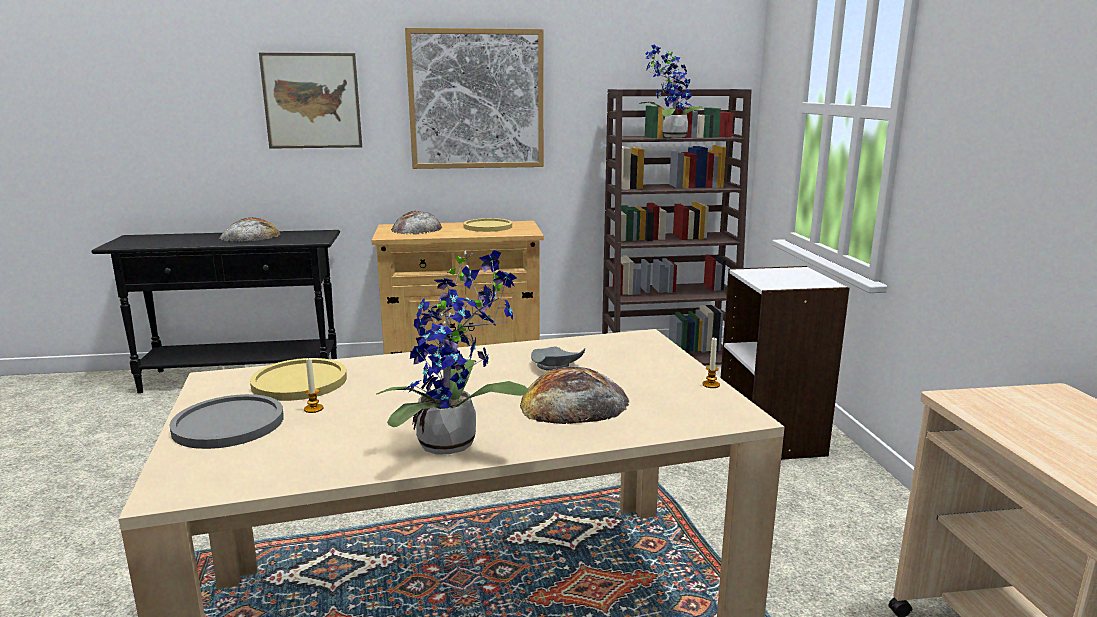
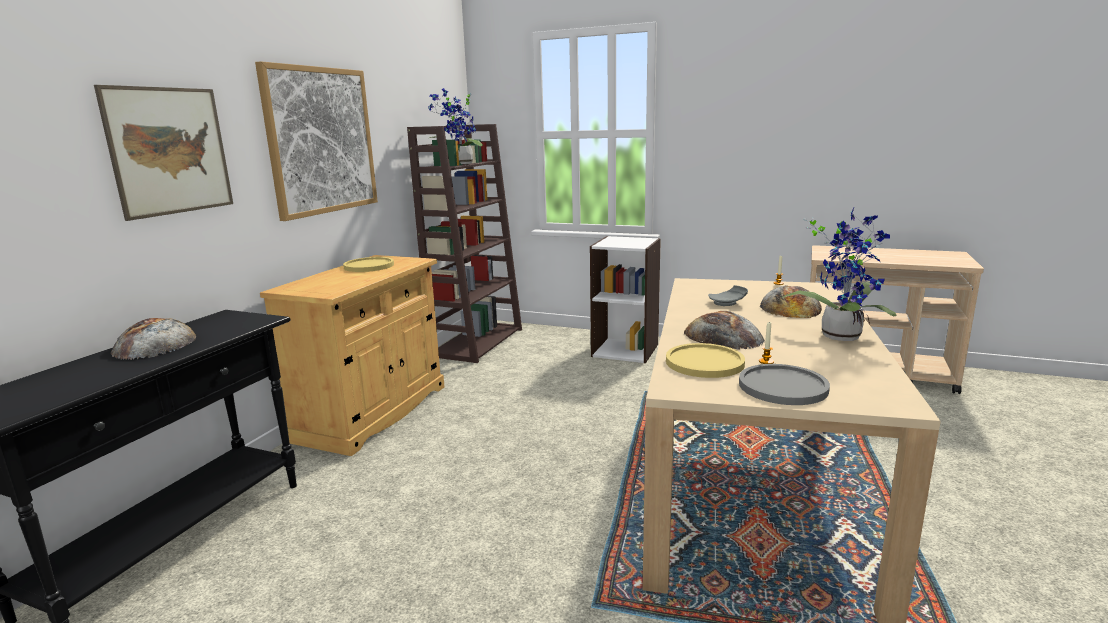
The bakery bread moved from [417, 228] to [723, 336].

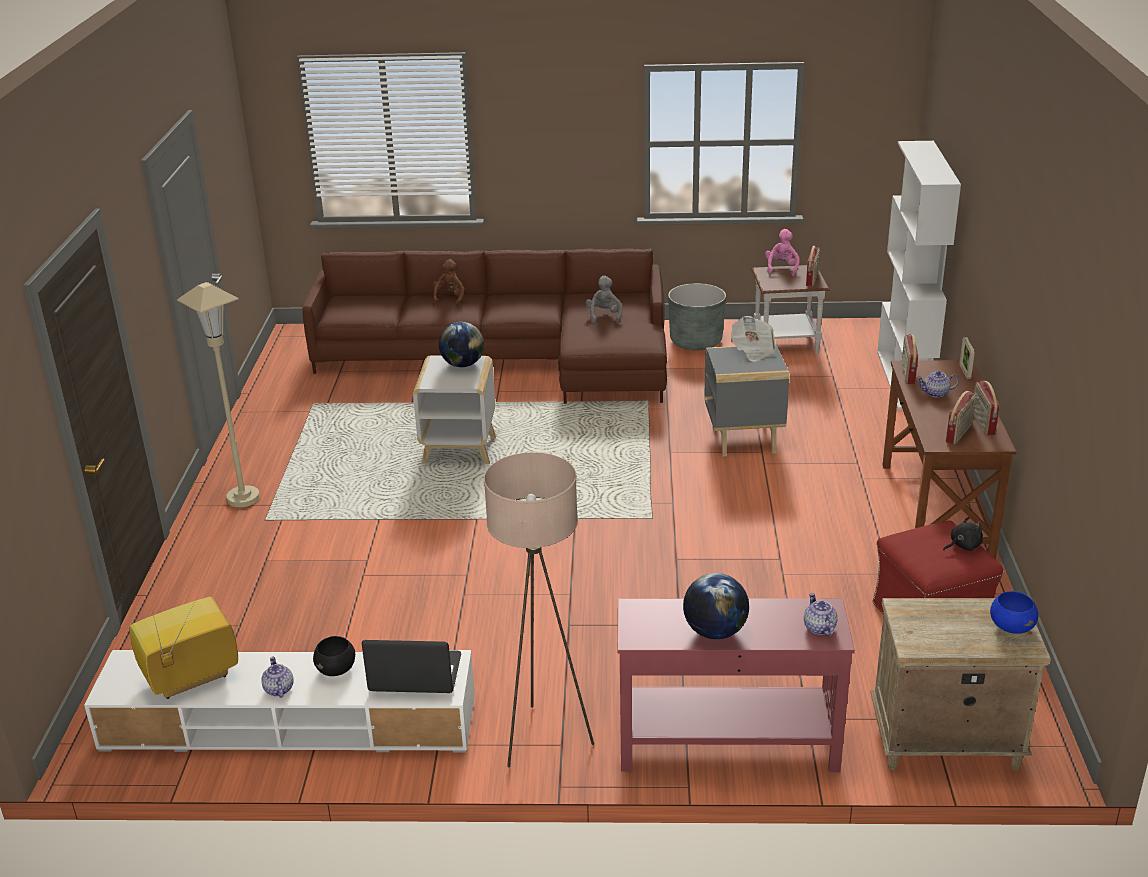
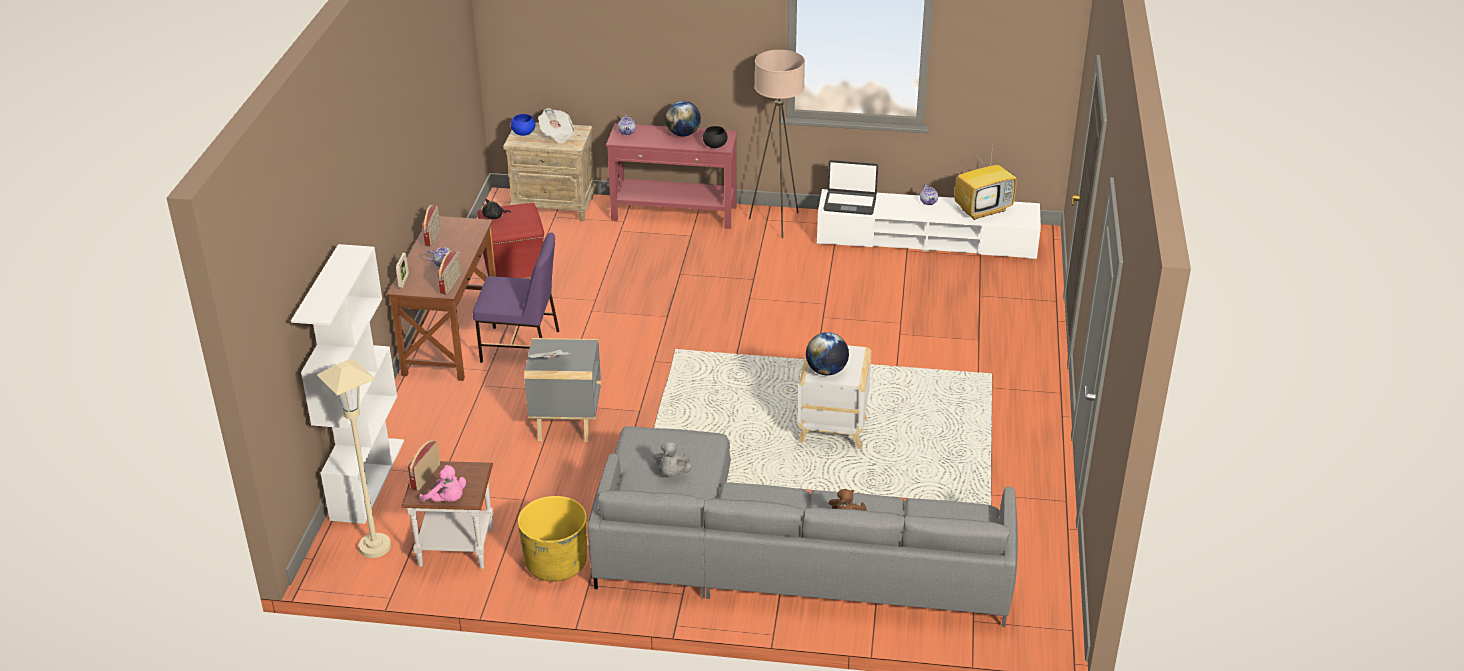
The plush toy in pinkish at [781, 268] turned 75 degrees counterclockwise.
The settee in brown at [508, 358] became the settee in greyish at [780, 557].
The standard lamp in sand-coloured moved from [243, 498] to [375, 547].
The planter in greyish at [696, 341] became the planter in yellow at [556, 564].
The radio at [959, 433] disappeared.
The serving bowl in blackish moved from [336, 669] to [714, 146].
The daily paper at [557, 135] appeared.
The upright chair in purple-coloured at [521, 347] appeared.

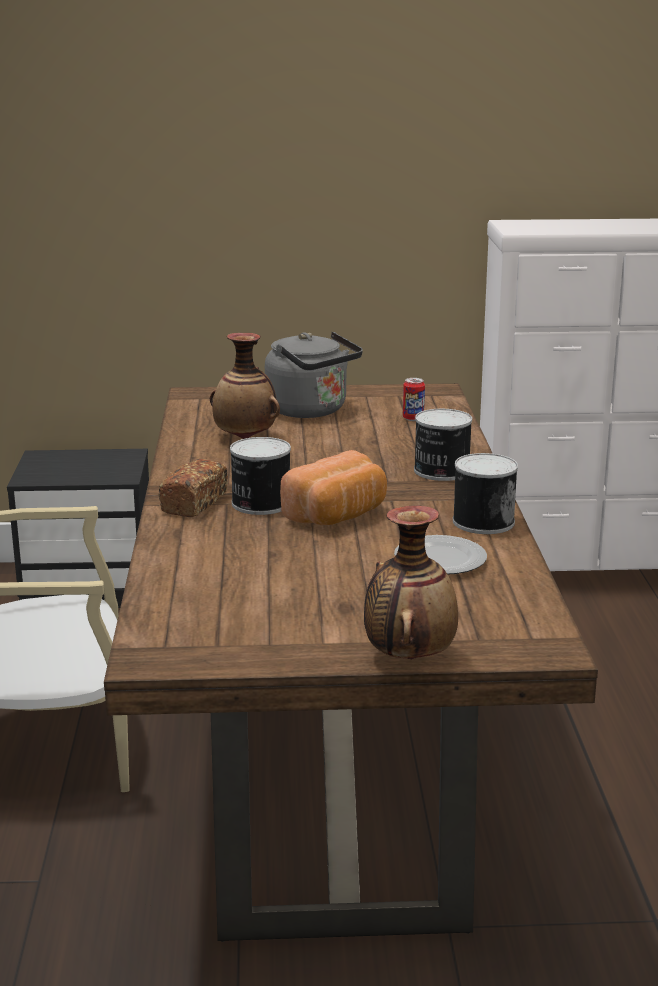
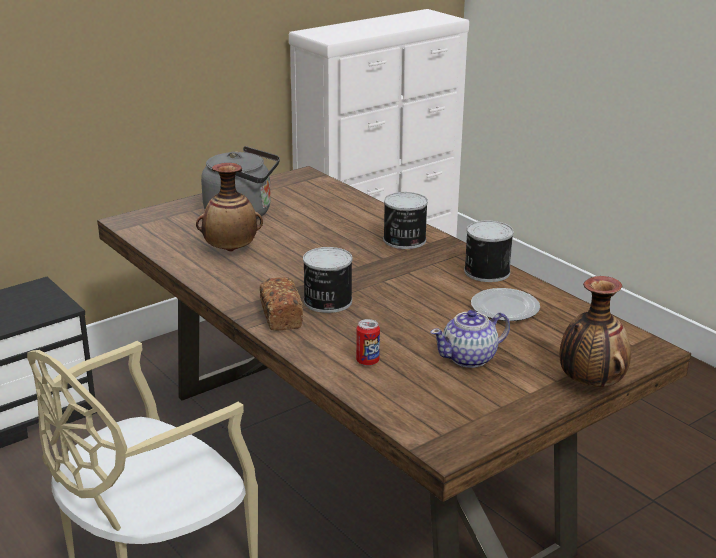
The sealed can moved from [413, 418] to [367, 361].
The bakery bread at [339, 516] disappeared.
The tea pot at [470, 358] appeared.

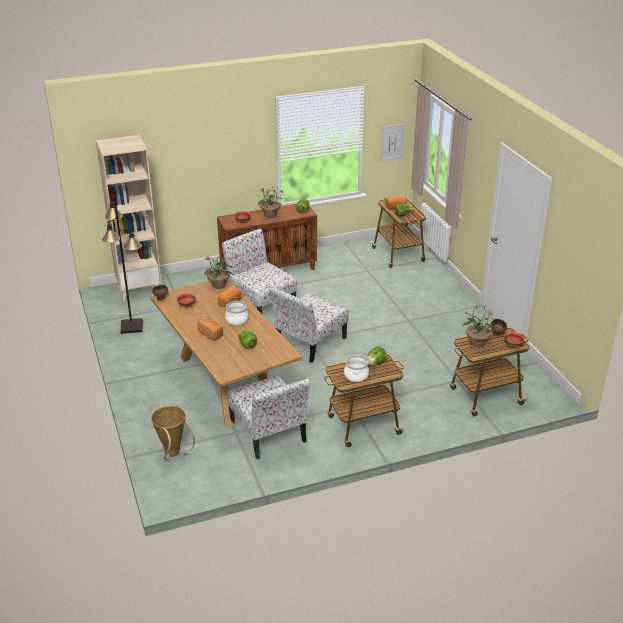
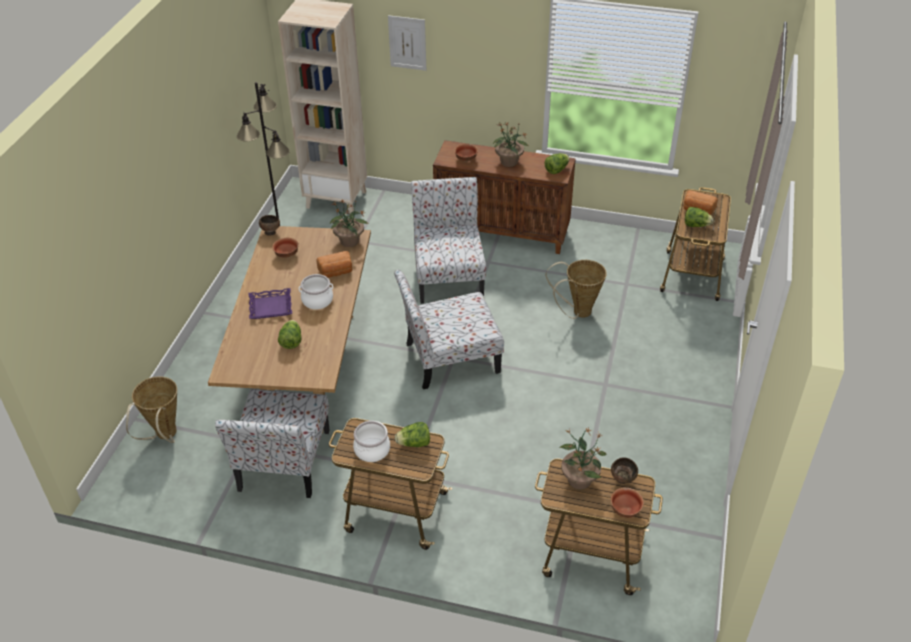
The picture moved from [392, 142] to [407, 43].
The bakery bread at [211, 334] was replaced by the carrying tray in purple-coloured at [270, 307].
The household basket at [577, 312] appeared.

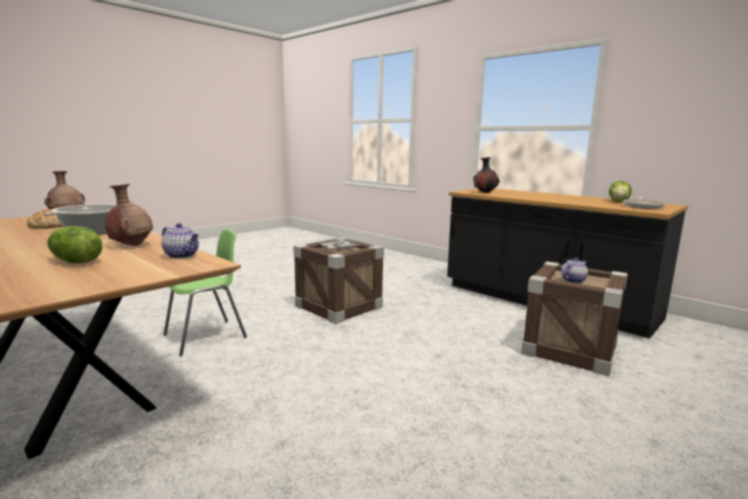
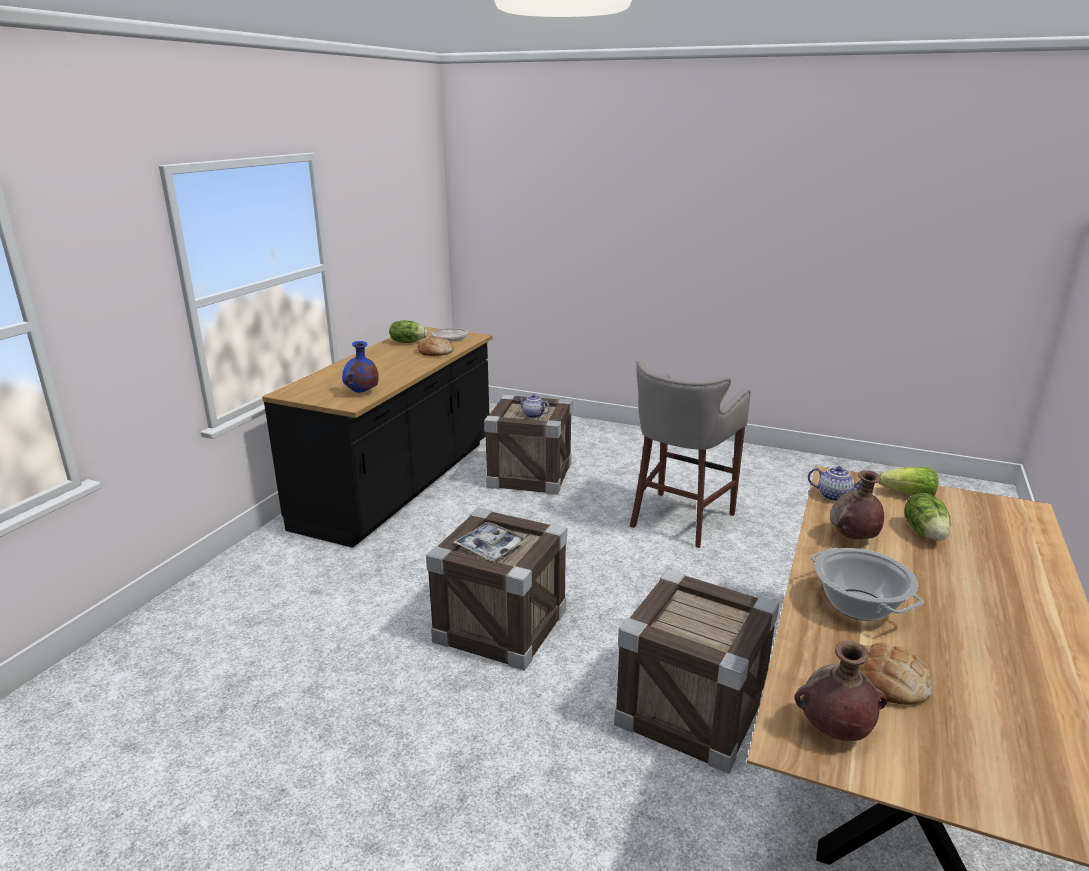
The decorative vase in blackish at [484, 193] became the decorative vase in blue at [361, 392].
The tea pot at [182, 255] turned 105 degrees clockwise.
The upright chair in green-coloured at [206, 336] was replaced by the shipping crate at [691, 710].
The bakery bread at [435, 351] appeared.
The stool seat in greyish at [679, 520] appeared.
The head of lettuce at [909, 495] appeared.

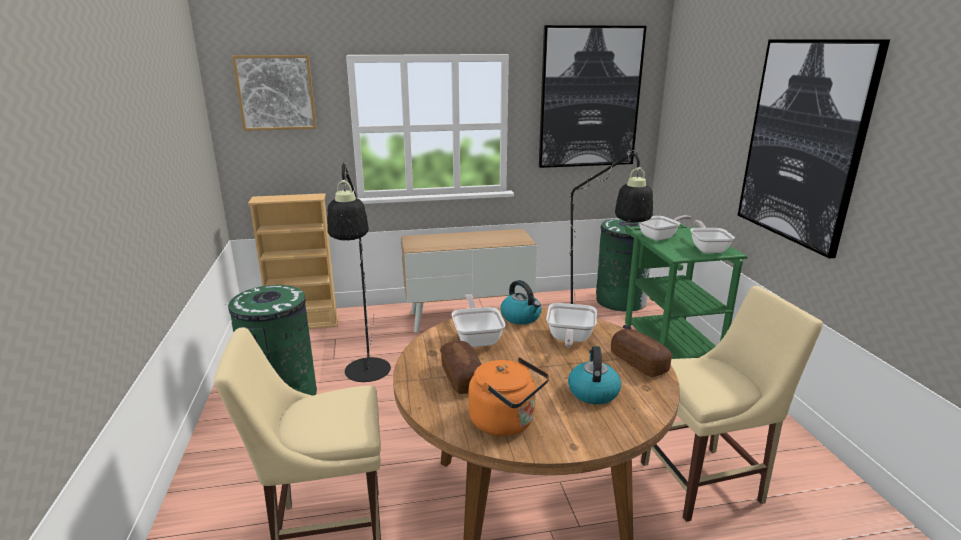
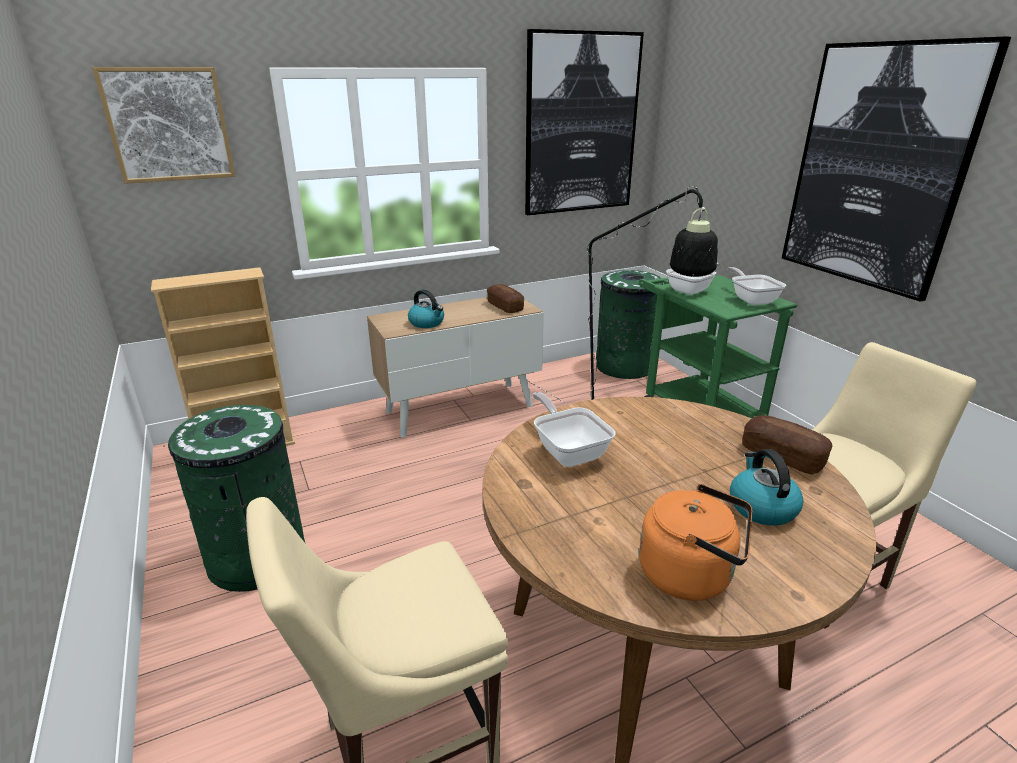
The standard lamp in blackish at [367, 376] disappeared.
The kettle moved from [521, 317] to [427, 323].
The frying pan at [569, 339] disappeared.
The bakery bread moved from [461, 377] to [505, 307].

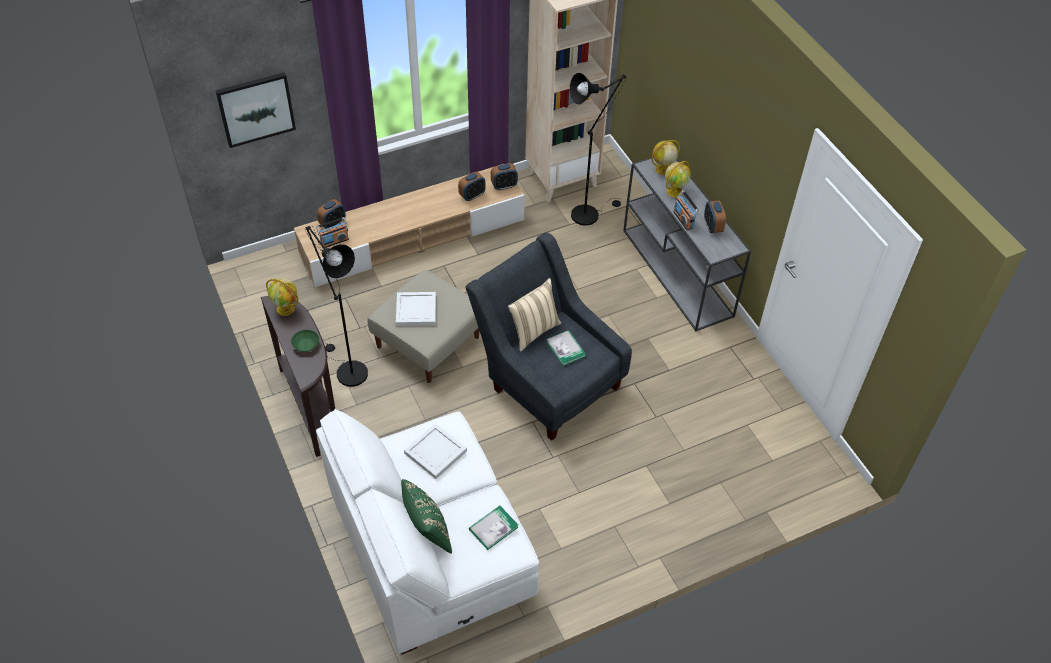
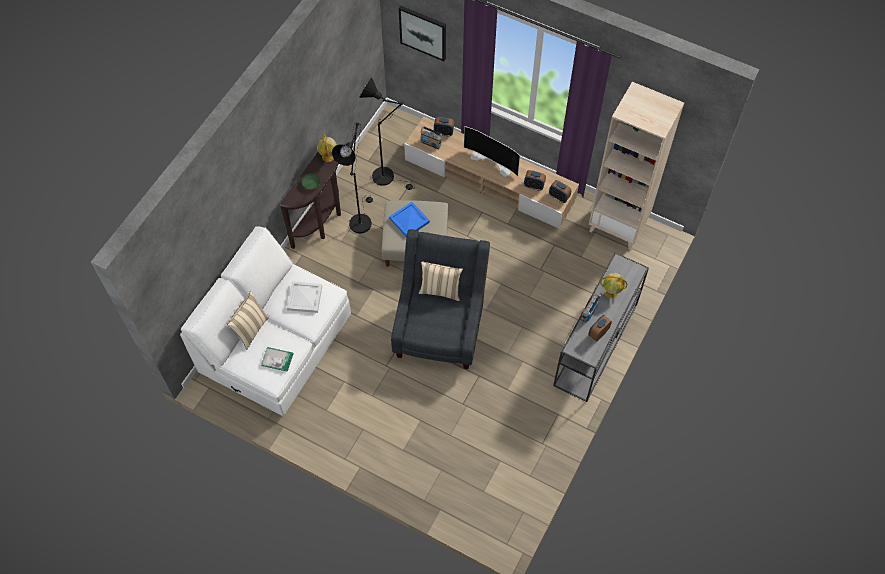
The standard lamp in blackish moved from [589, 213] to [387, 177].
The desk globe at [662, 170] disappeared.
The carrying tray in whitish at [417, 310] became the carrying tray in blue at [410, 220].
The book at [566, 349] disappeared.
The cushion in green-coloured at [427, 532] became the cushion in sand-coloured at [251, 329].
The TV at [493, 161] appeared.

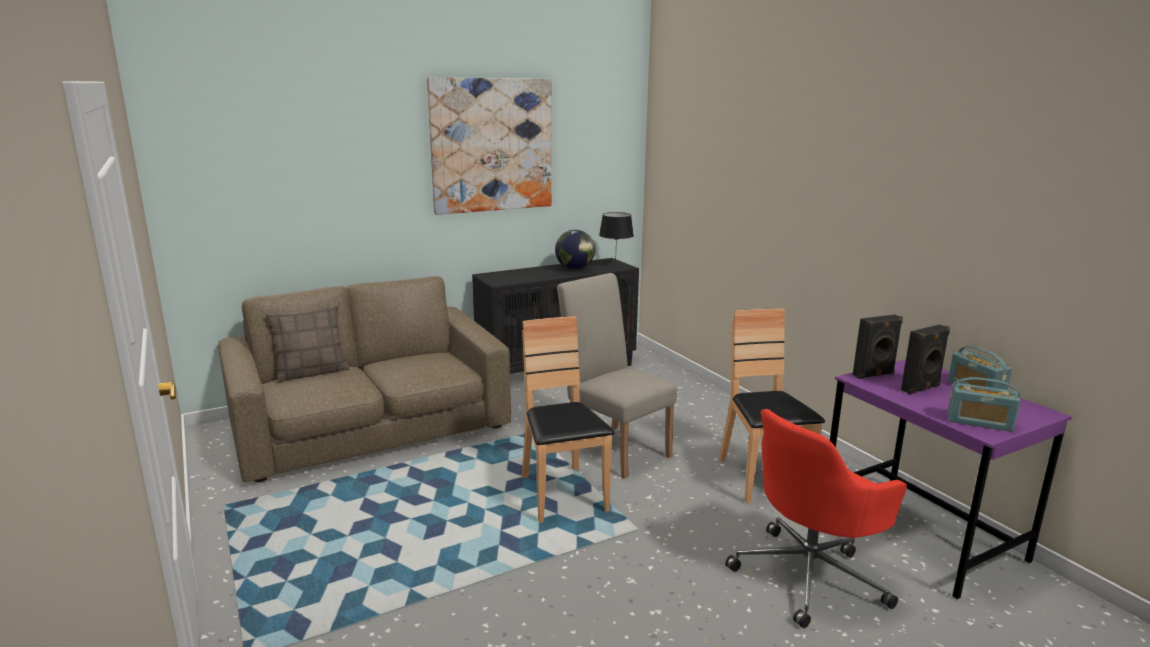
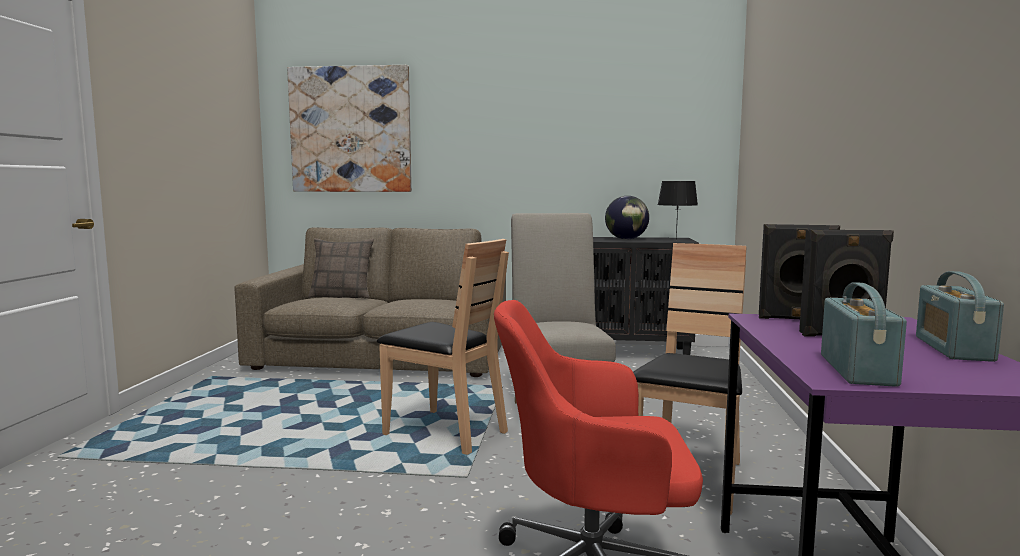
The picture moved from [492, 145] to [350, 130].
The upright chair in brown at [562, 494] turned 105 degrees clockwise.
The radio at [979, 422] turned 135 degrees counterclockwise.

